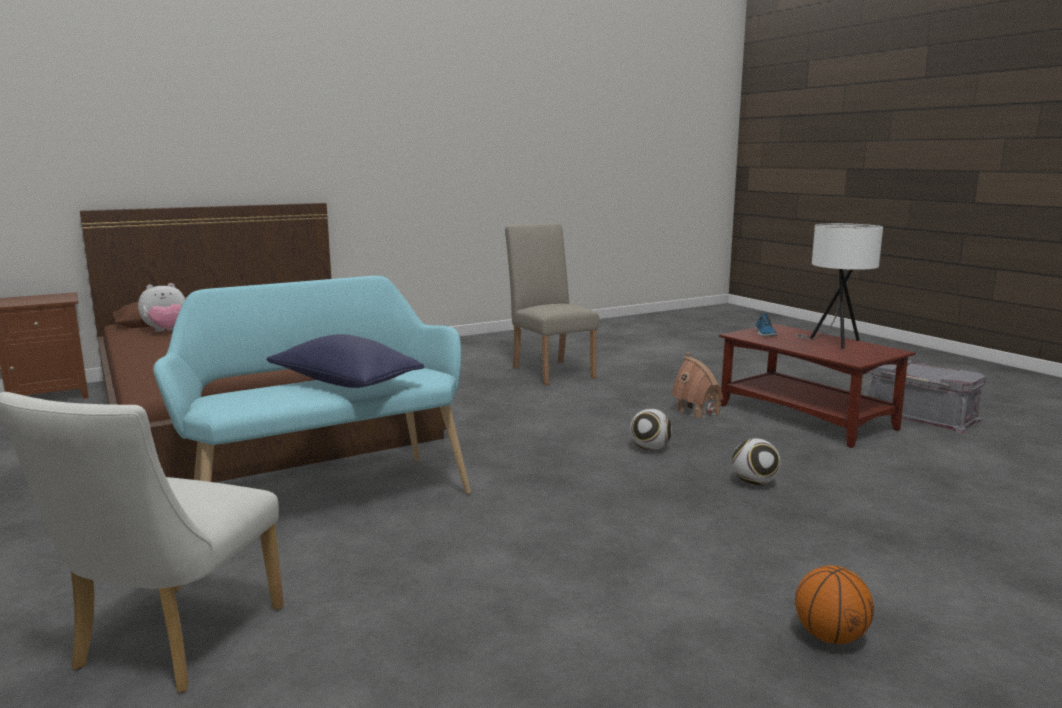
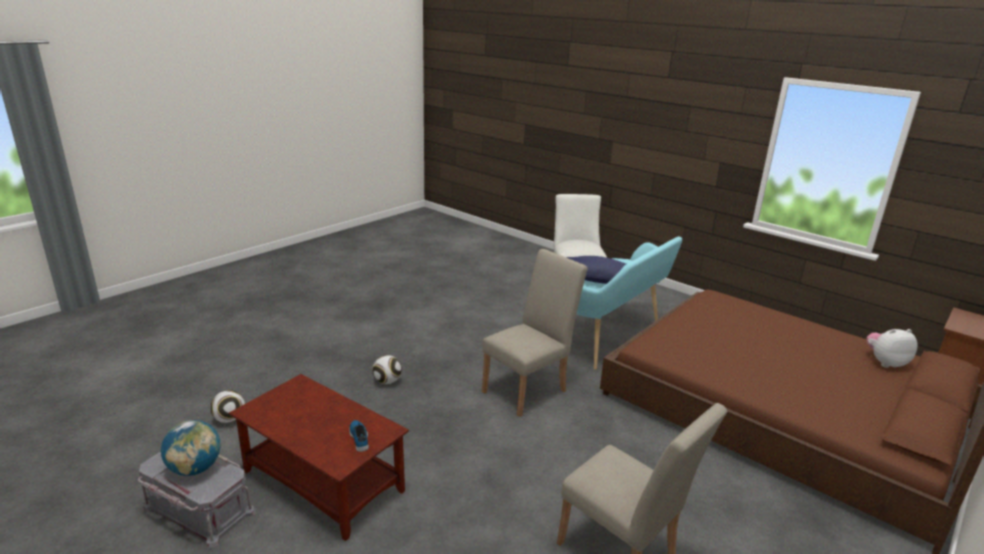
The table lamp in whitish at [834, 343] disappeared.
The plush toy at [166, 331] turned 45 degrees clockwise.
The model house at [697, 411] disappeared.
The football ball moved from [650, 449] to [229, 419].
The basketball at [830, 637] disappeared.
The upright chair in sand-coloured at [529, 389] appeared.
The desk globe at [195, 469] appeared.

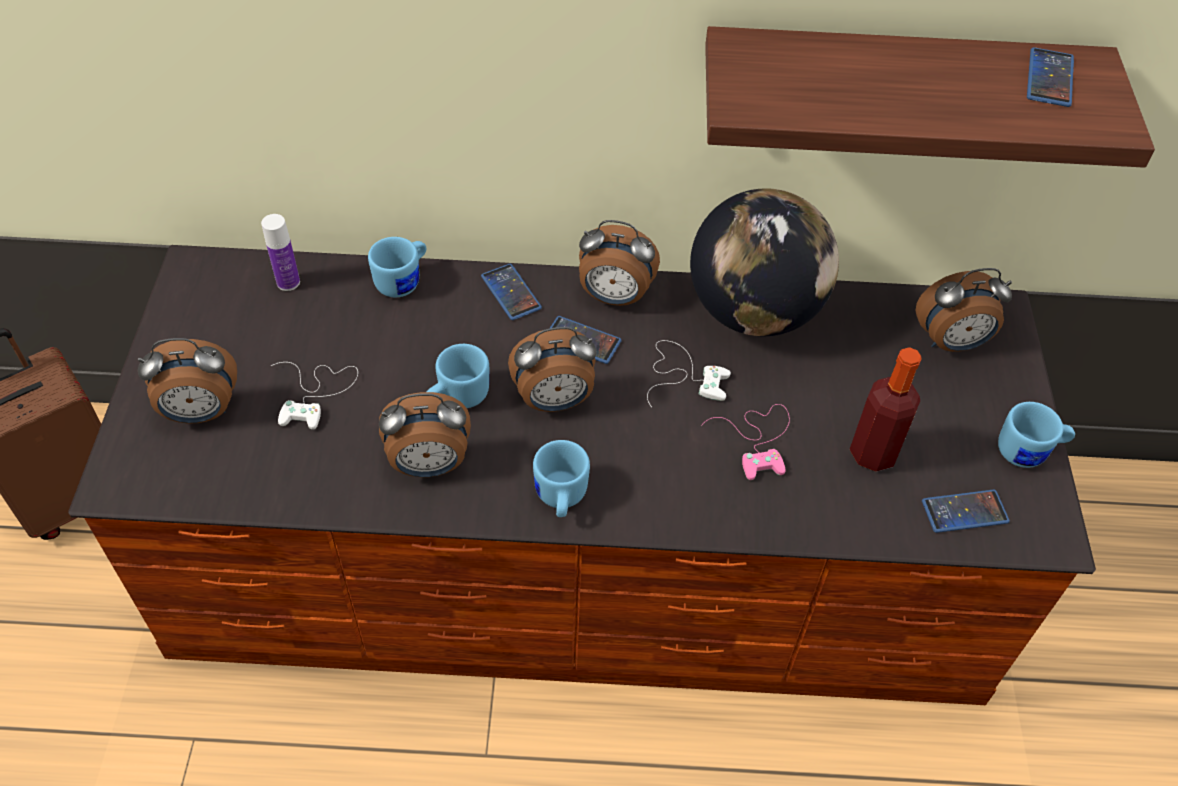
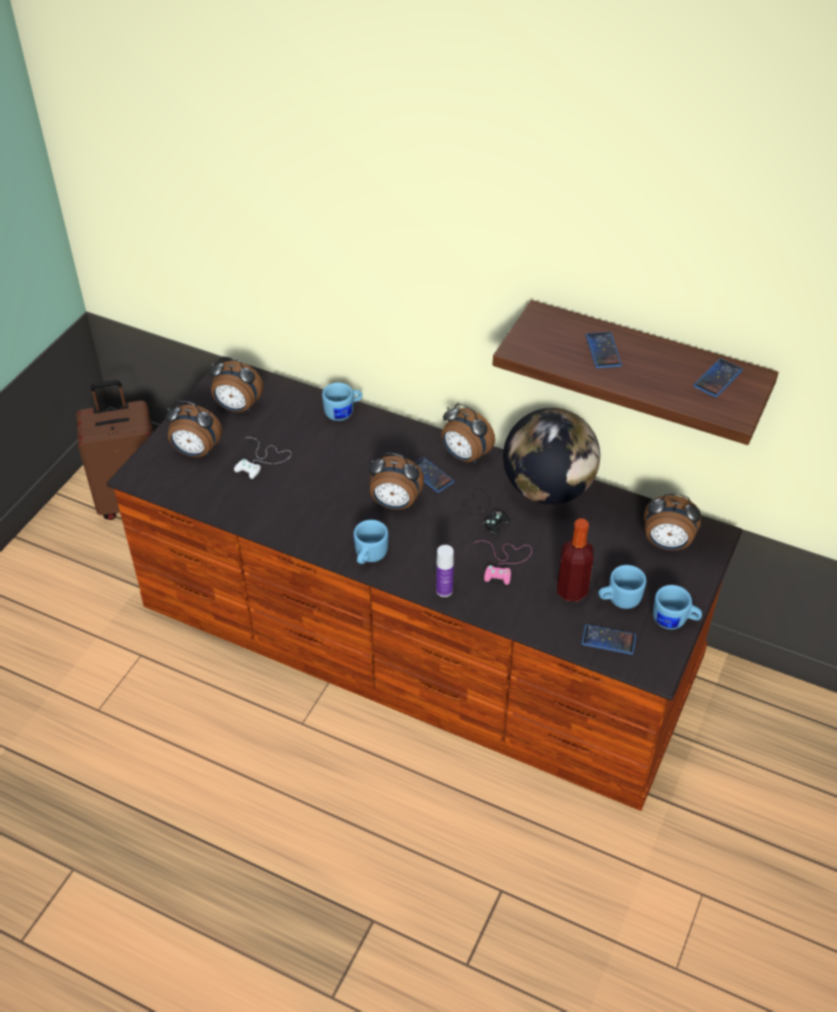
The bottle moved from [288, 282] to [444, 590].
The telephone moved from [511, 292] to [603, 351].
The game controller in whitish at [683, 375] became the game controller in blackish at [481, 512].
The tea mug in blue moved from [457, 397] to [618, 599].
The bedside clock moved from [429, 465] to [237, 408].

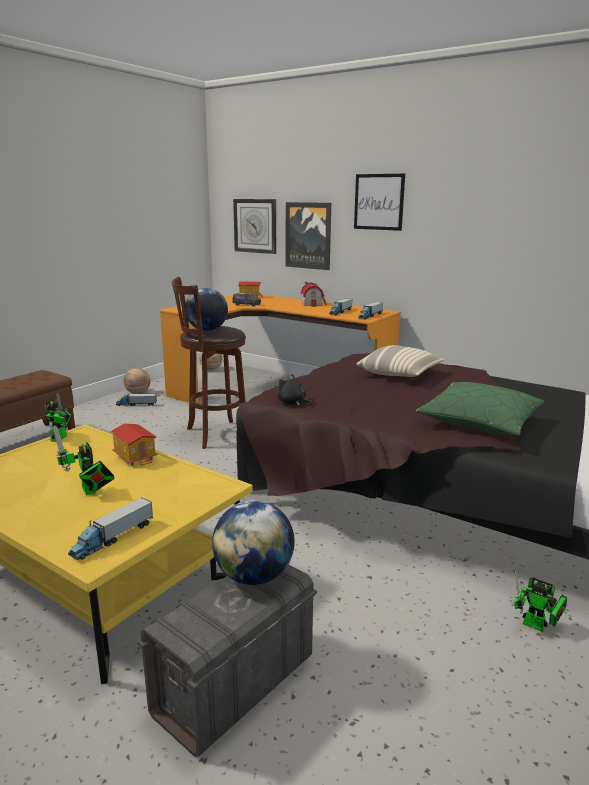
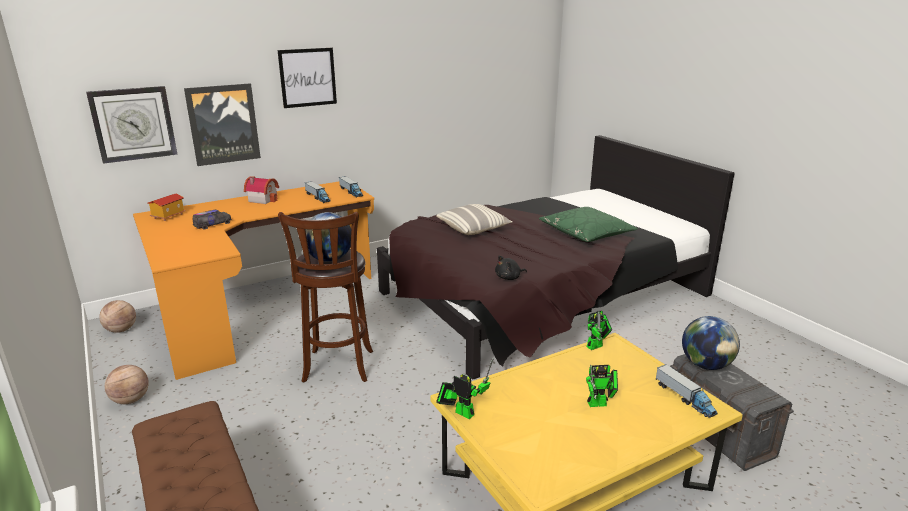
The toy lorry at [136, 404] disappeared.
The model house at [136, 457] disappeared.
The model robot moved from [537, 627] to [596, 345].

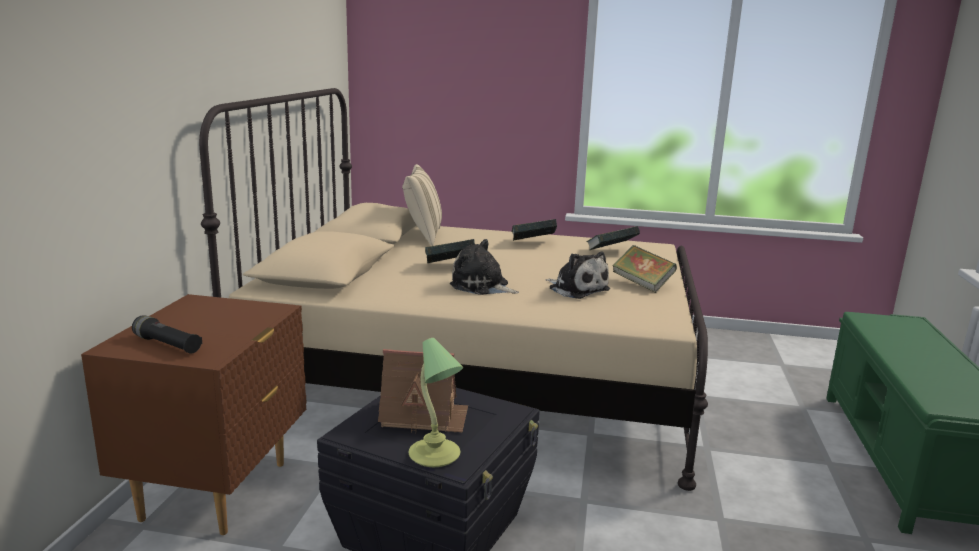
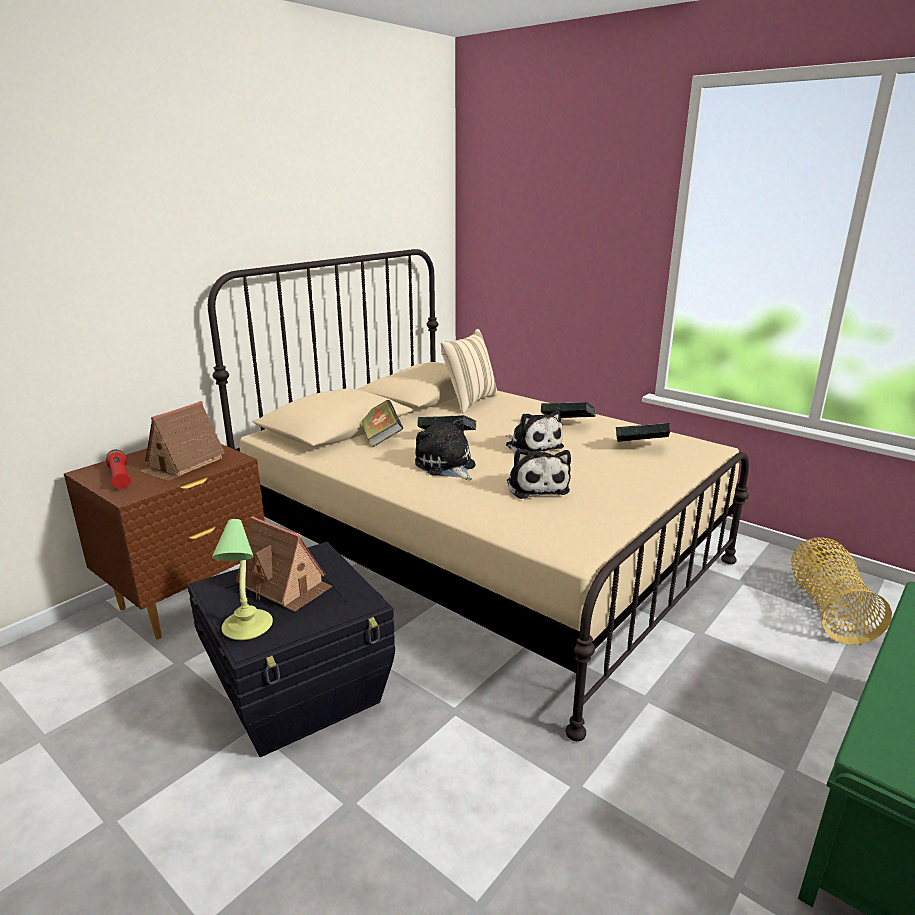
The book moved from [642, 284] to [381, 438].
The flashlight in blackish at [167, 345] became the flashlight in red at [120, 477].
The model house at [183, 464] appeared.
The plush toy at [532, 446] appeared.
The household basket at [828, 610] appeared.

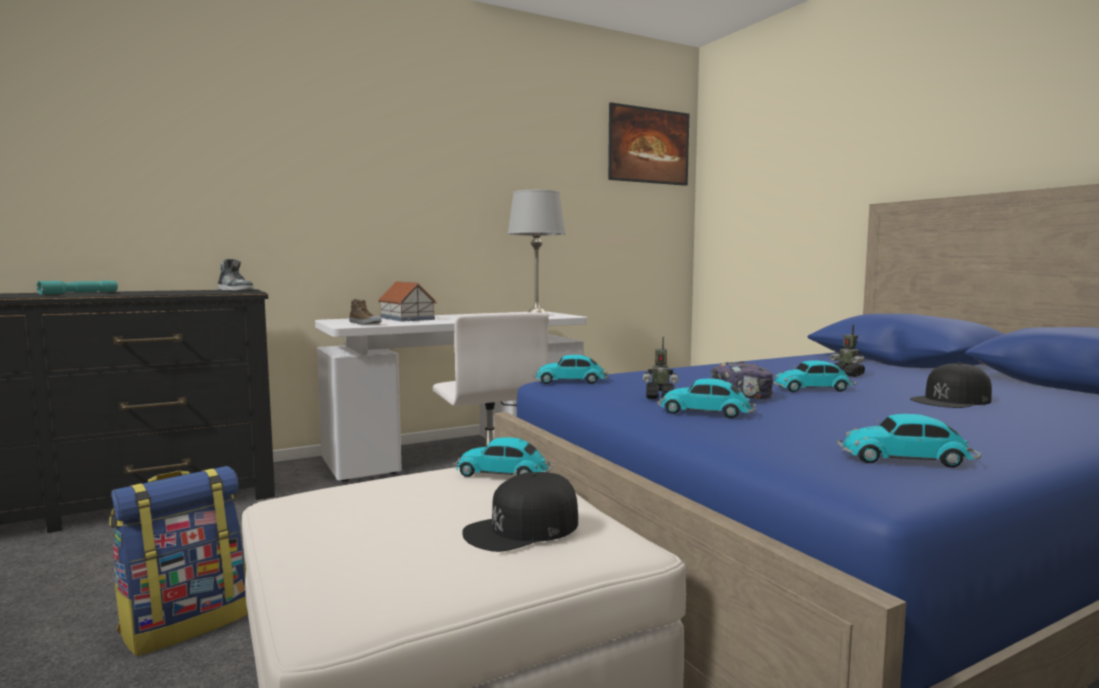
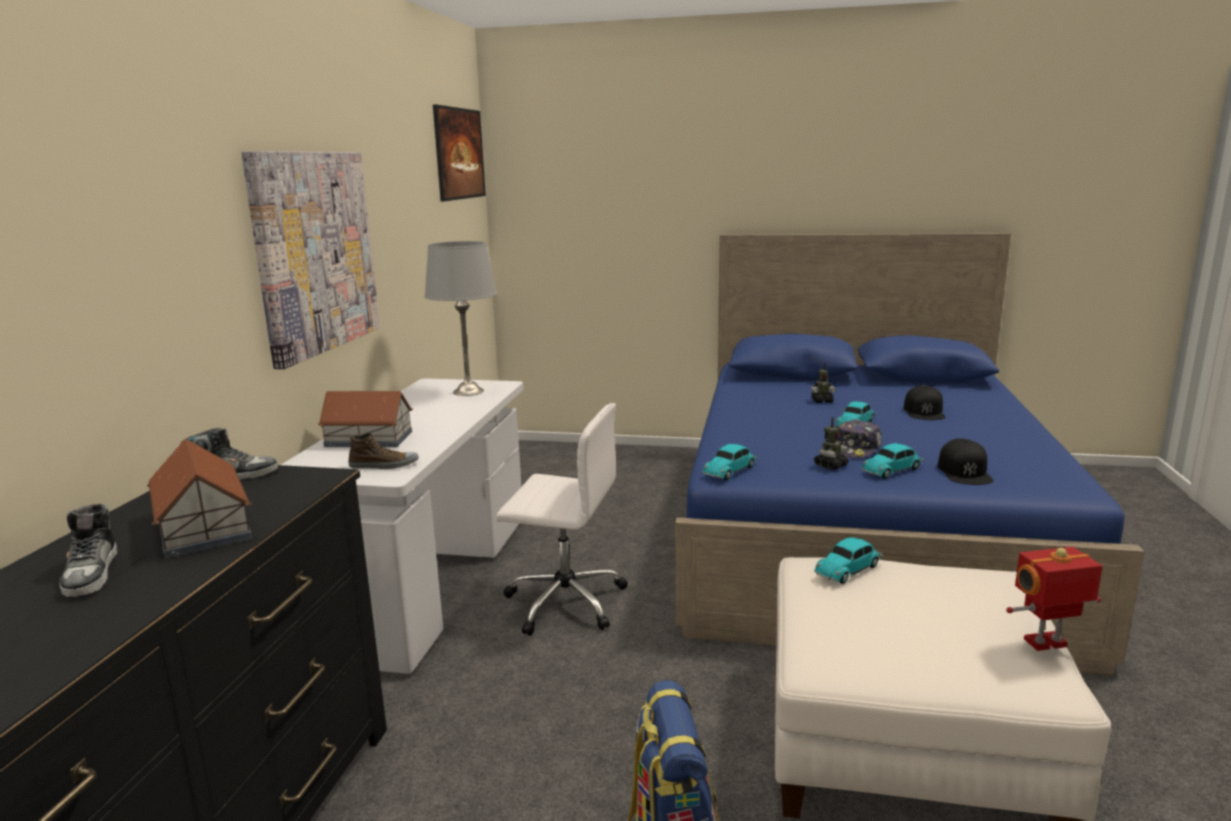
The flashlight in blue-green at [79, 293] was replaced by the low shoe at [92, 574].
The toy car at [907, 459] disappeared.
The peaked cap in blackish moved from [522, 528] to [964, 472].
The picture at [314, 252] appeared.
The model house at [202, 527] appeared.
The model robot at [1047, 644] appeared.

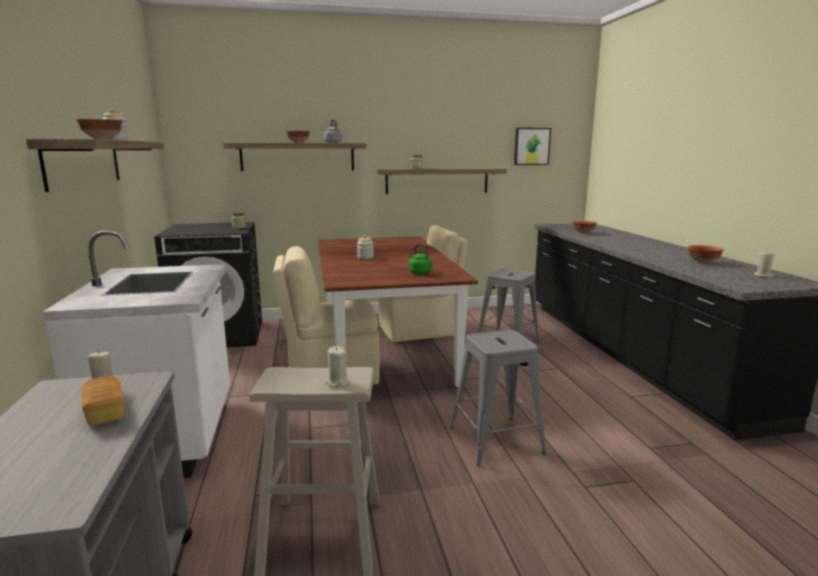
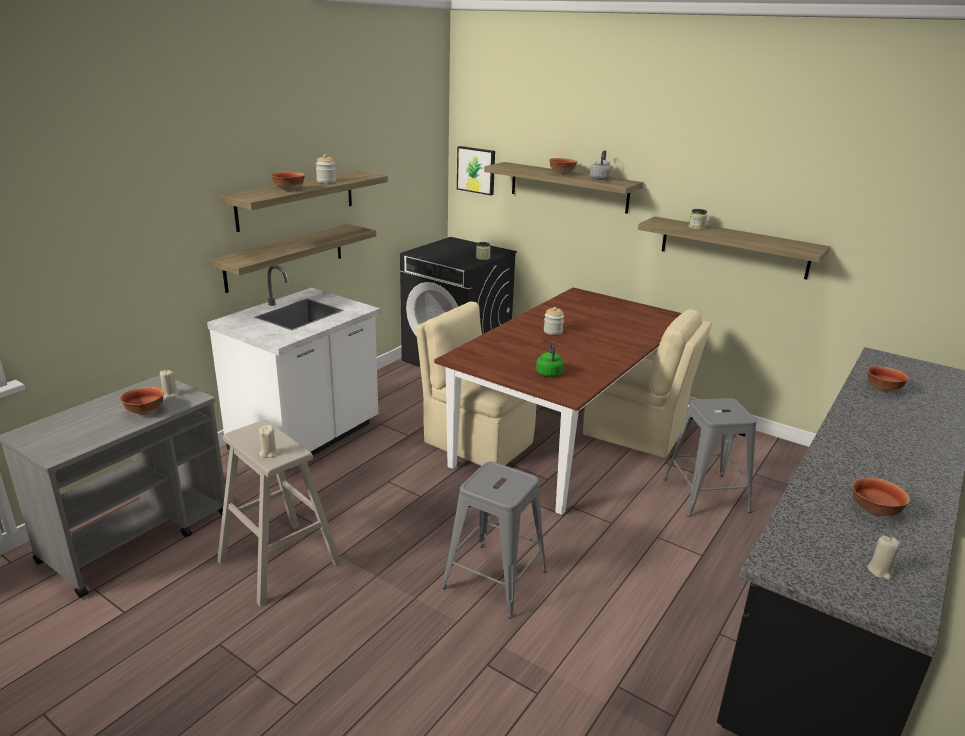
The picture moved from [531, 146] to [476, 170].
The bakery bread at [105, 413] was replaced by the serving bowl at [144, 411].
The bracket shelf at [285, 257] appeared.

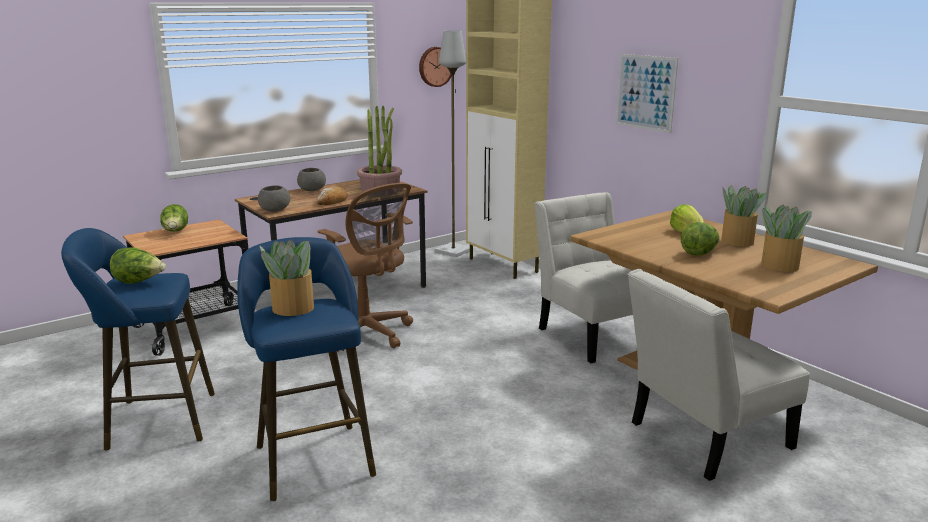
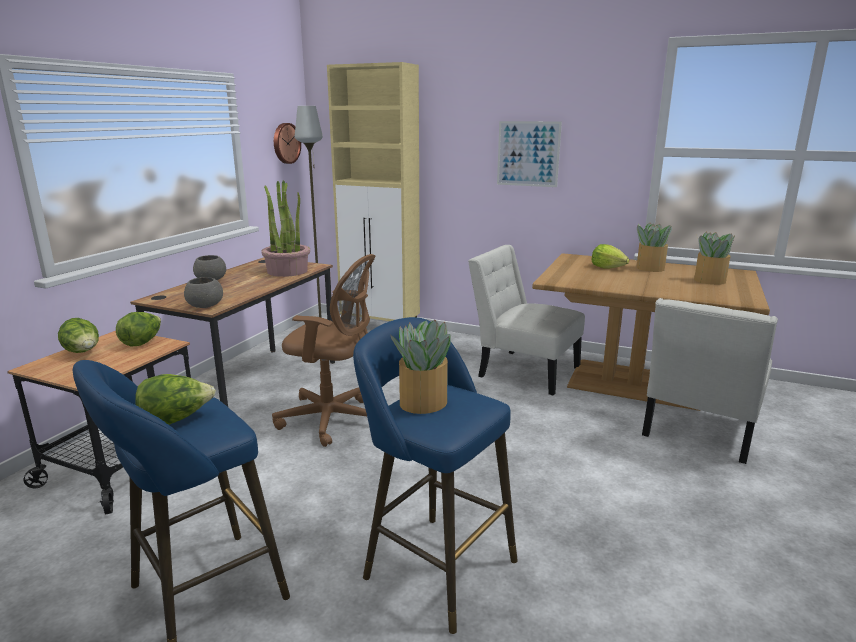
The bakery bread at [332, 202] disappeared.
The head of lettuce moved from [699, 253] to [142, 342].

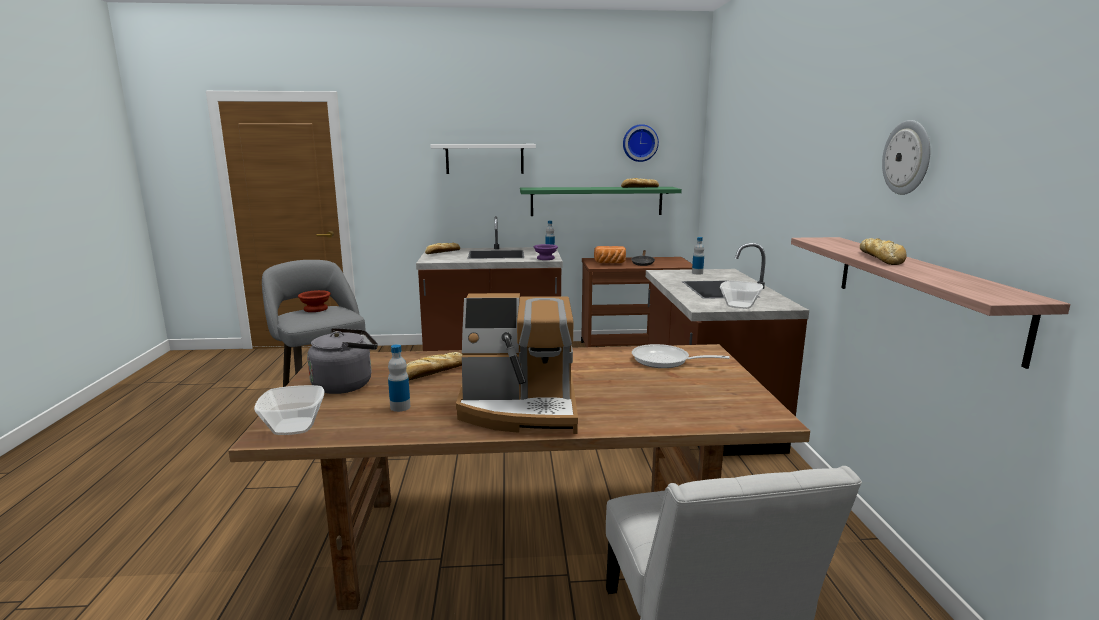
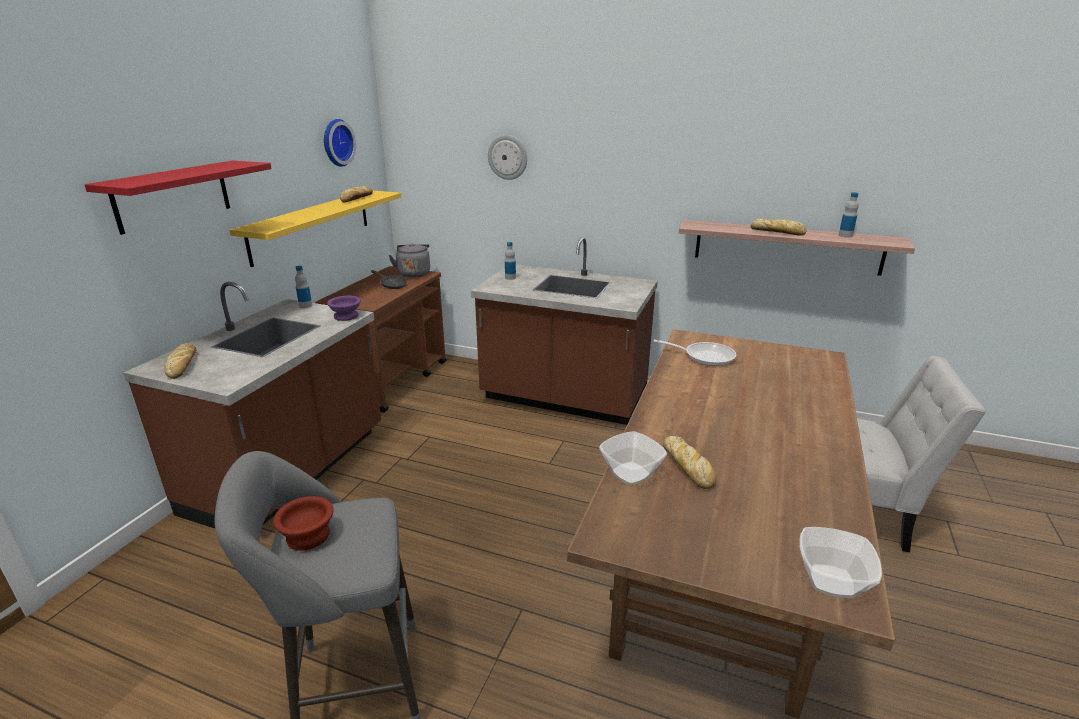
The wall clock moved from [907, 157] to [508, 157].
The bracket shelf in whitish at [484, 158] became the bracket shelf in red at [173, 195].
The bracket shelf in green-coloured at [596, 201] became the bracket shelf in yellow at [312, 225].
The bakery bread at [610, 263] disappeared.
The serving bowl moved from [739, 305] to [630, 474].
The coffee machine at [520, 409] disappeared.
The kettle in greyish moved from [346, 385] to [414, 273].
The bottle moved from [400, 407] to [845, 236].
The frying pan at [665, 361] turned 120 degrees counterclockwise.

